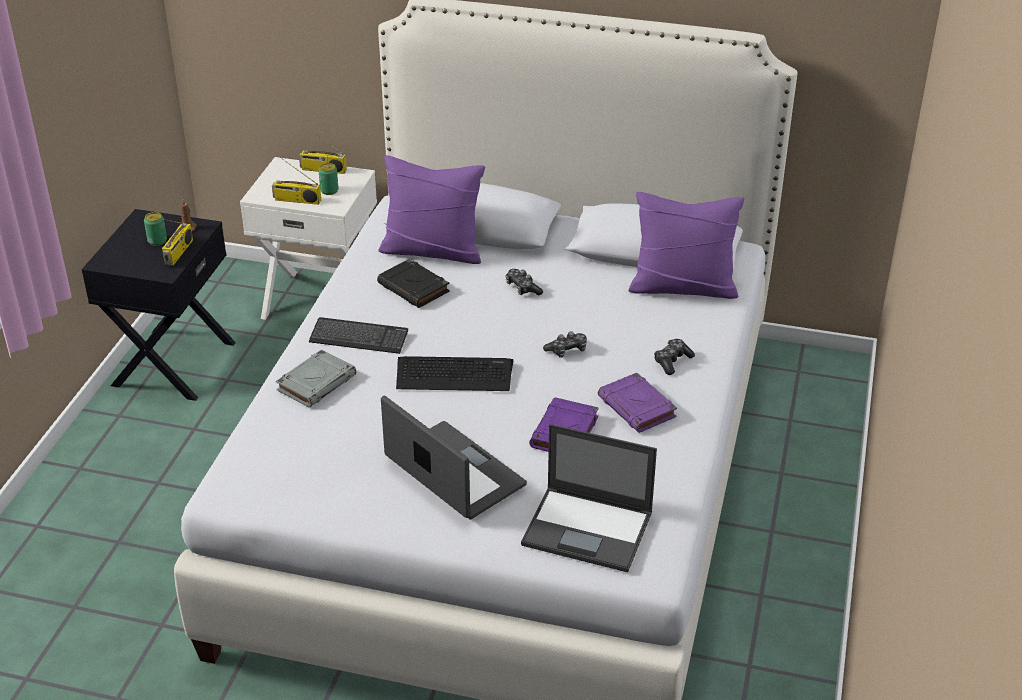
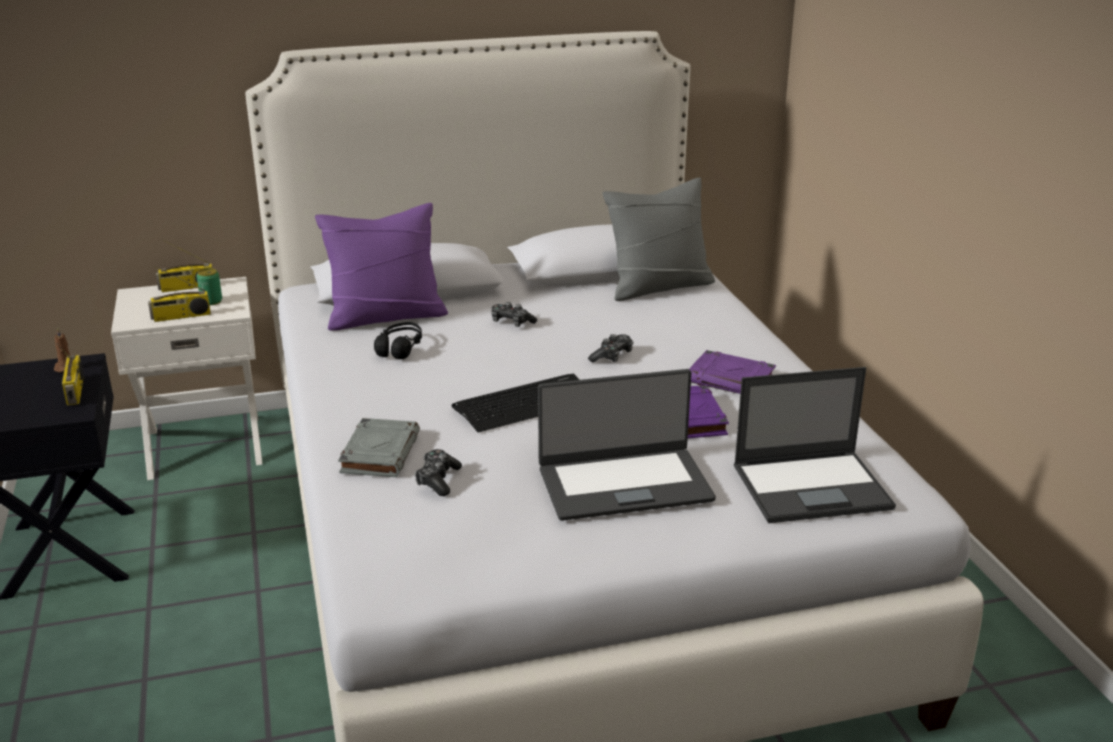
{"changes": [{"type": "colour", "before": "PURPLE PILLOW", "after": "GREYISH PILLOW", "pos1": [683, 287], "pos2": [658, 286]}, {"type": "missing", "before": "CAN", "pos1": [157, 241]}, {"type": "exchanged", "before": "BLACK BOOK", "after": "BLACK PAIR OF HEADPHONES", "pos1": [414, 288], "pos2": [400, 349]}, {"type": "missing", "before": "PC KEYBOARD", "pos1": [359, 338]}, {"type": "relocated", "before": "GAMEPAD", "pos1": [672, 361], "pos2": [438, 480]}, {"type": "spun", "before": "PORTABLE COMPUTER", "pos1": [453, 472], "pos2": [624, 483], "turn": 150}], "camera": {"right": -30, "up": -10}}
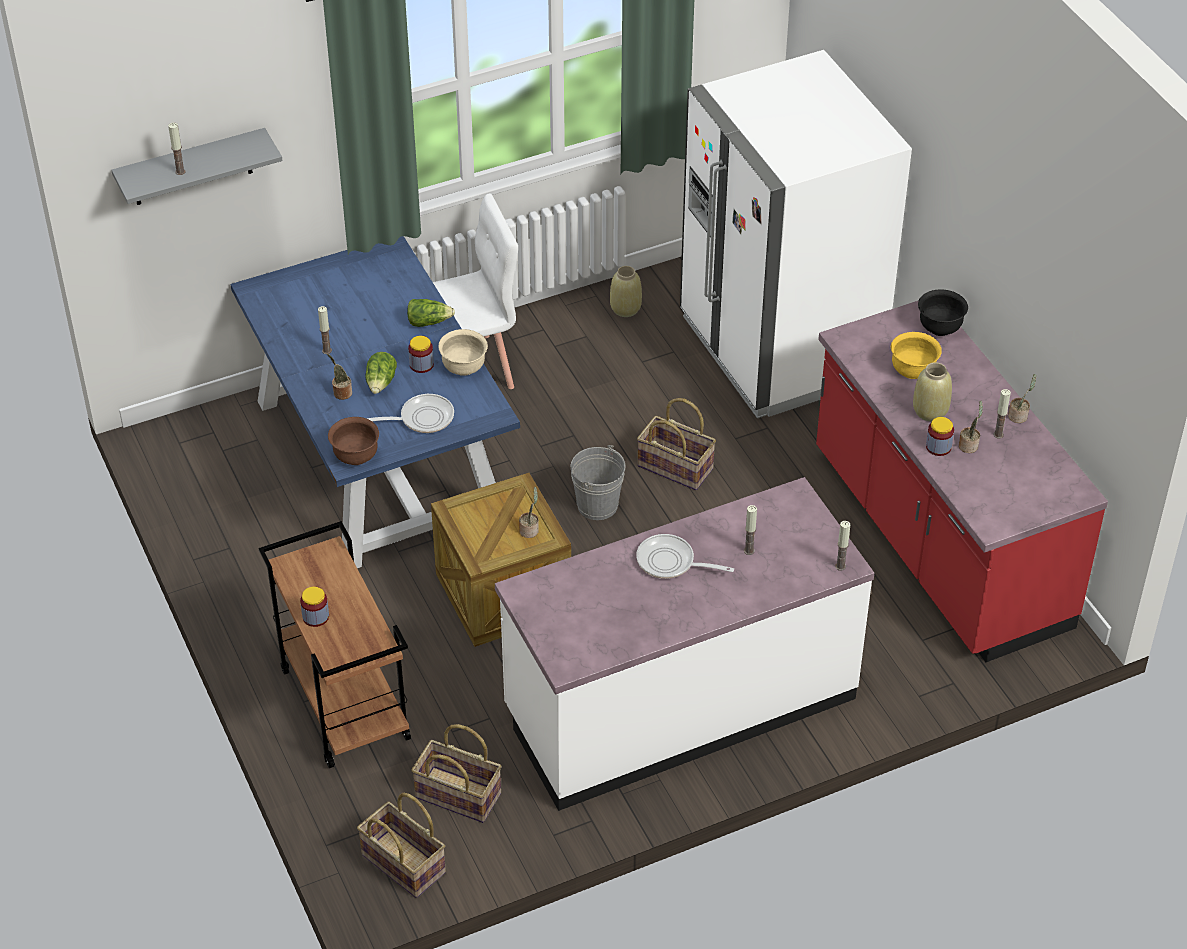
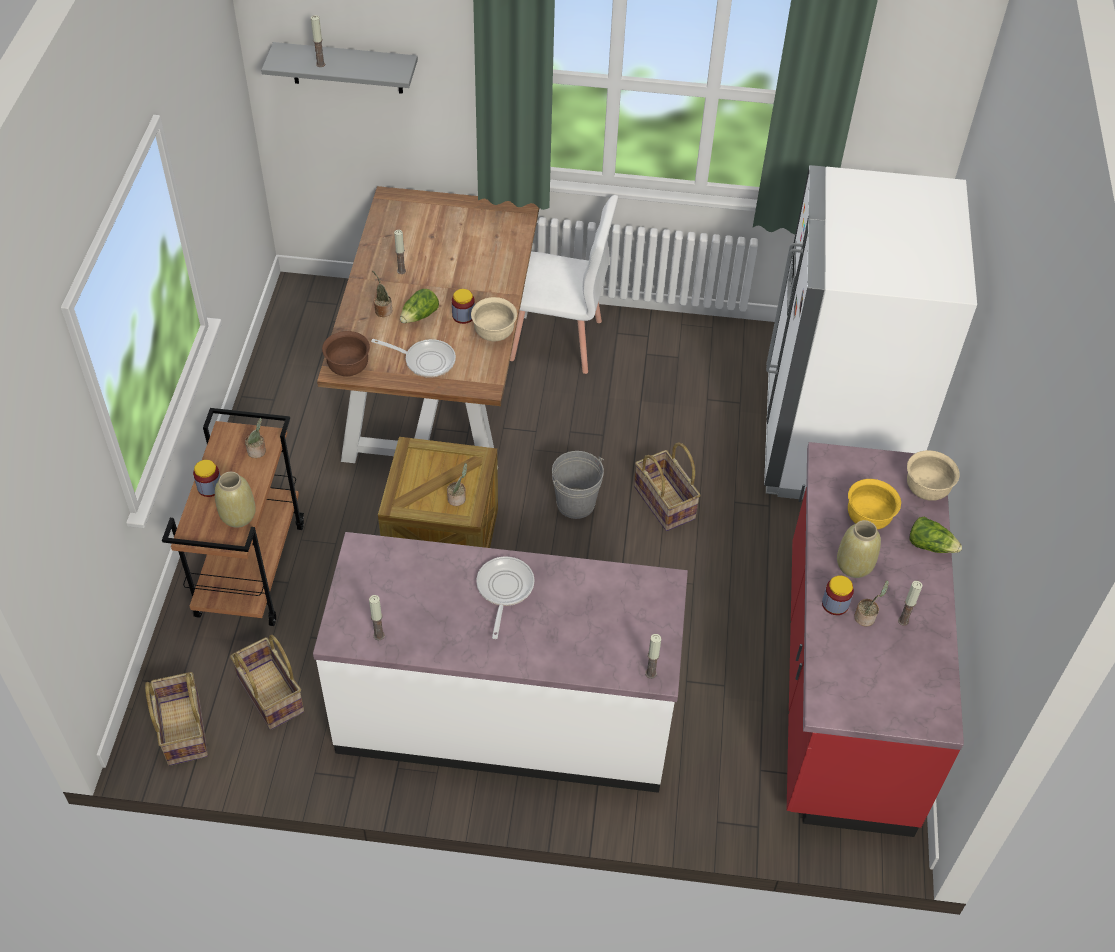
{"changes": [{"type": "colour", "before": "BLUE-COLOURED KITCHEN TABLE", "after": "BROWNISH KITCHEN TABLE", "pos1": [378, 457], "pos2": [439, 380]}, {"type": "relocated", "before": "BEIGE-COLOURED VASE", "pos1": [625, 309], "pos2": [237, 516]}, {"type": "colour", "before": "BLACK DEEP DISH", "after": "BEIGE-COLOURED DEEP DISH", "pos1": [939, 328], "pos2": [926, 490]}, {"type": "relocated", "before": "LETTUCE", "pos1": [428, 322], "pos2": [930, 545]}, {"type": "relocated", "before": "PLANT IN A POT", "pos1": [1019, 416], "pos2": [258, 451]}, {"type": "relocated", "before": "CANDLE", "pos1": [749, 551], "pos2": [379, 635]}, {"type": "spun", "before": "FRYING PAN", "pos1": [670, 562], "pos2": [504, 590], "turn": 45}], "camera": {"right": 30, "up": 5}}
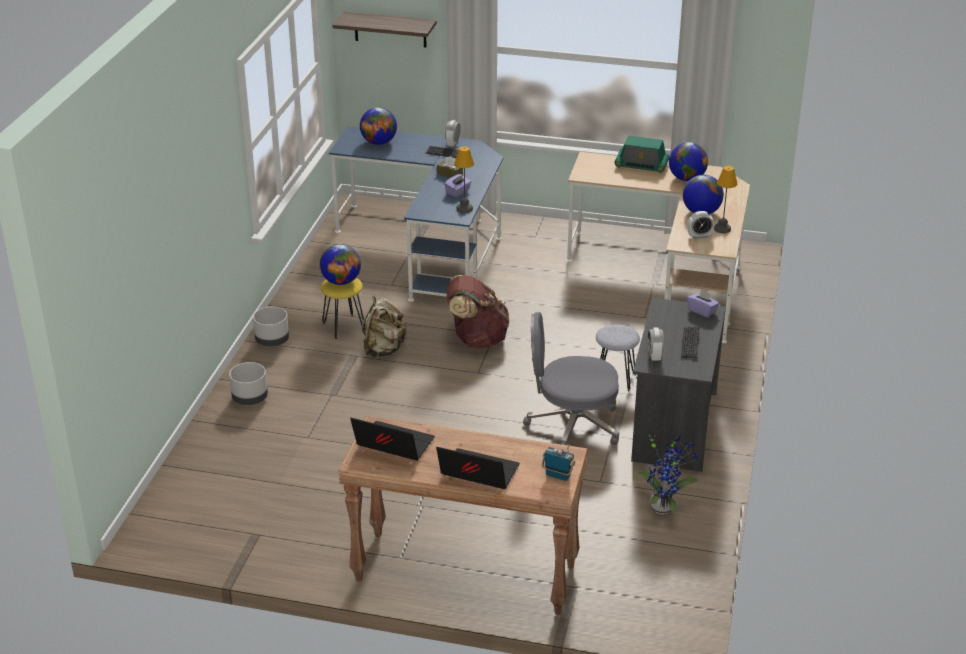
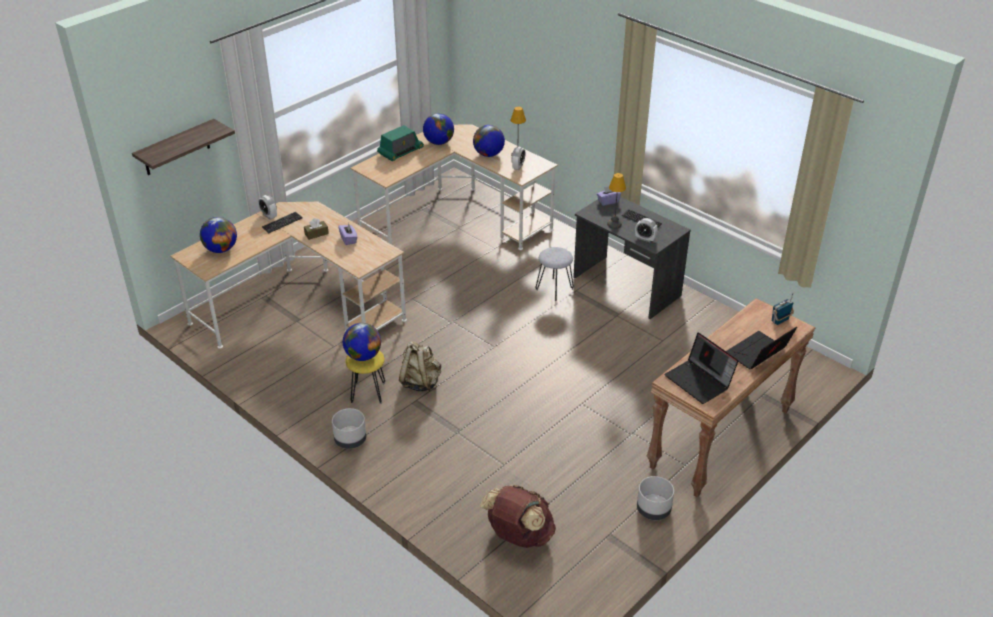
{"changes": [{"type": "colour", "before": "BLUE-COLOURED DESK TABLE", "after": "BEIGE-COLOURED DESK TABLE", "pos1": [431, 246], "pos2": [300, 306]}, {"type": "relocated", "before": "TABLE LAMP", "pos1": [464, 208], "pos2": [613, 224]}, {"type": "relocated", "before": "BROWNISH RUCKSACK", "pos1": [476, 339], "pos2": [519, 536]}, {"type": "missing", "before": "GREYISH COMPUTER CHAIR", "pos1": [571, 425]}, {"type": "relocated", "before": "GREYISH PLANTER", "pos1": [250, 398], "pos2": [653, 510]}, {"type": "spun", "before": "PORTABLE COMPUTER", "pos1": [392, 445], "pos2": [699, 381], "turn": -90}, {"type": "missing", "before": "PLANT IN A POT", "pos1": [664, 506]}], "camera": {"right": -60, "up": 5}}
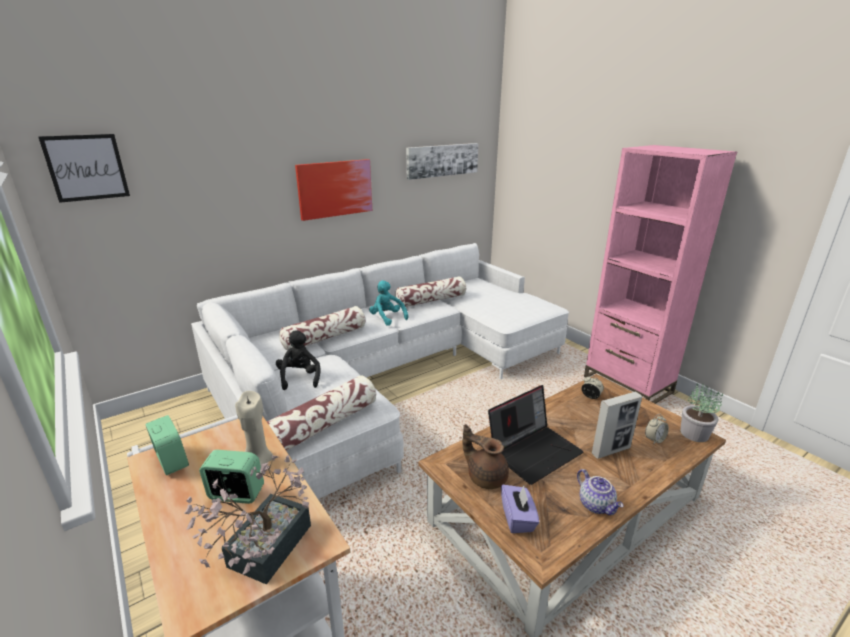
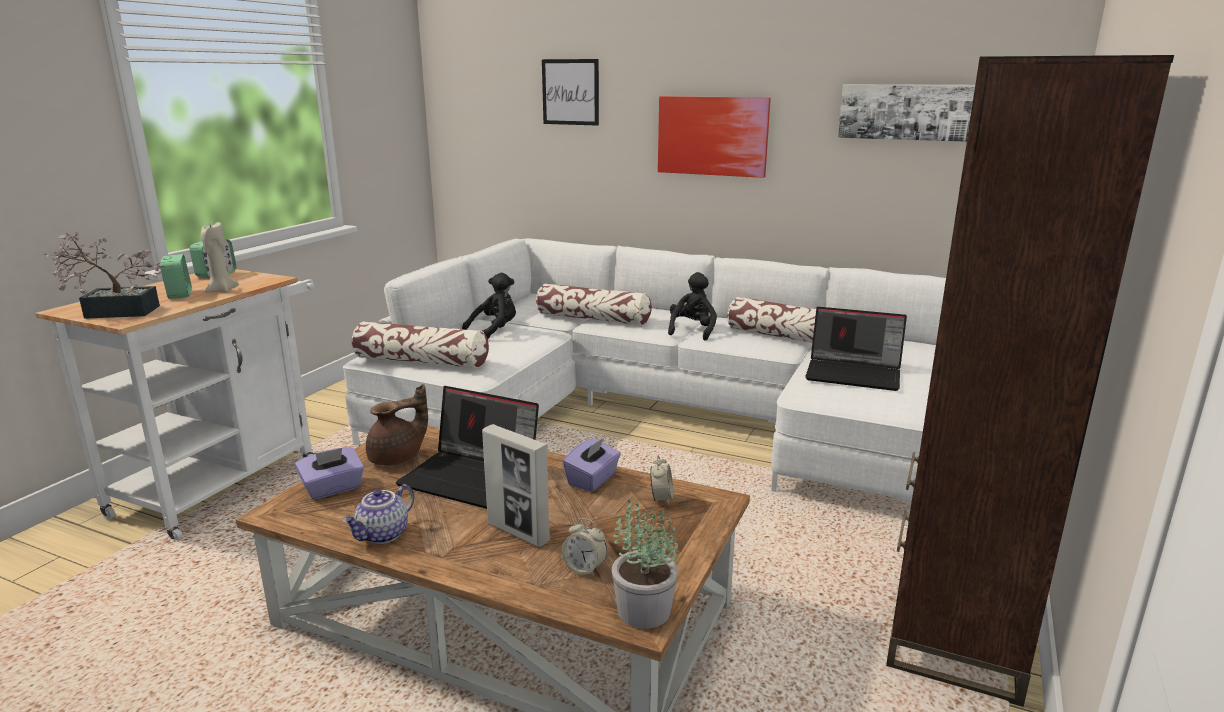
{"changes": [{"type": "relocated", "before": "WALL PICTURE", "pos1": [86, 167], "pos2": [570, 92]}, {"type": "colour", "before": "PINKISH BOOKCASE", "after": "BROWNISH BOOKCASE", "pos1": [627, 385], "pos2": [954, 630]}, {"type": "colour", "before": "BLUE-GREEN SOFT TOY", "after": "BLACK SOFT TOY", "pos1": [387, 318], "pos2": [692, 331]}, {"type": "spun", "before": "BROWNISH POT FOR TEA", "pos1": [486, 476], "pos2": [398, 458], "turn": 45}, {"type": "appeared", "after": "PORTABLE COMPUTER", "pos2": [854, 374]}, {"type": "appeared", "after": "PURPLE TISSUE HOLDER", "pos2": [592, 480]}], "camera": {"right": 60, "up": -5}}
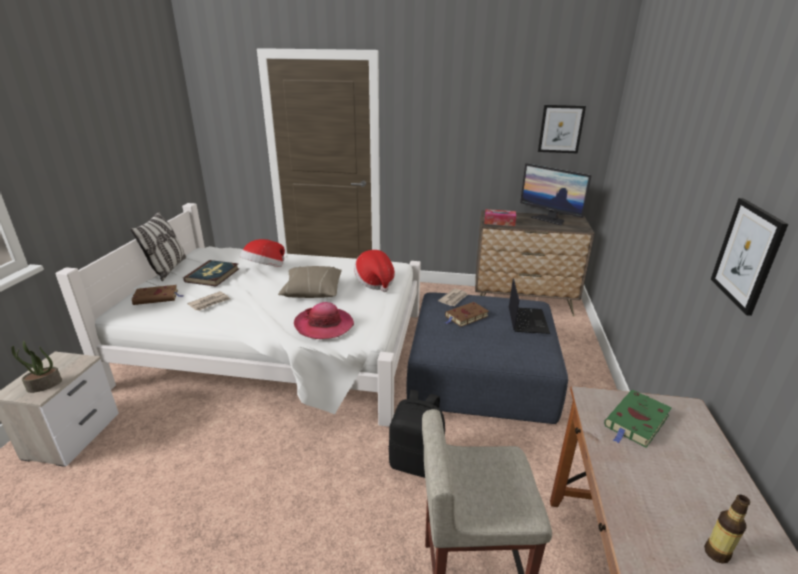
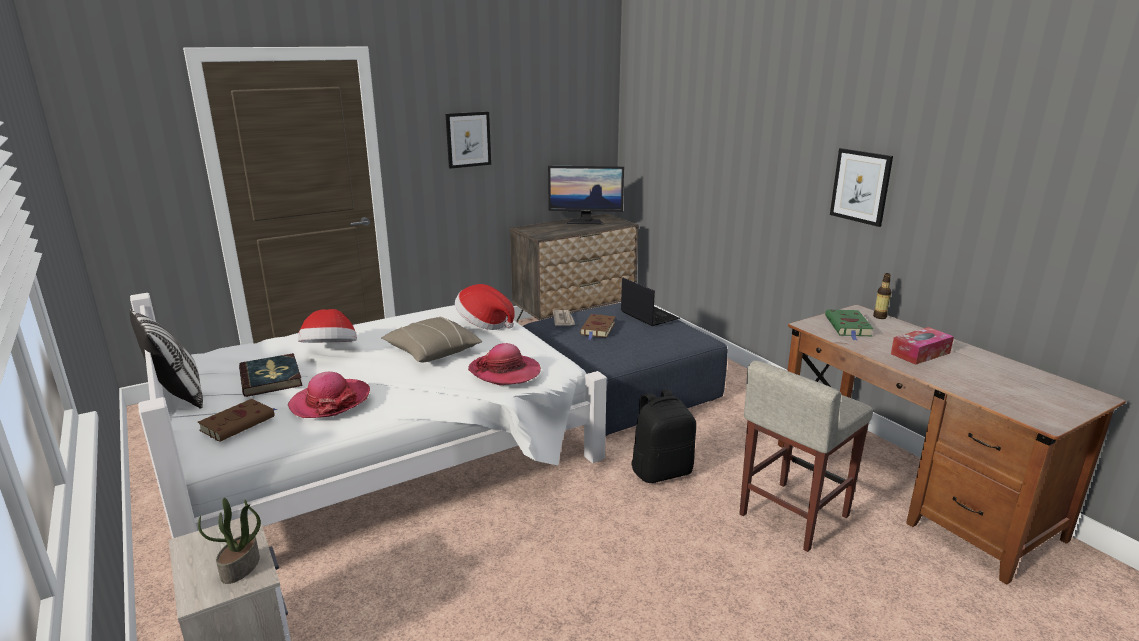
{"changes": [{"type": "relocated", "before": "WALL PICTURE", "pos1": [561, 129], "pos2": [468, 139]}, {"type": "relocated", "before": "TISSUE HOLDER", "pos1": [499, 222], "pos2": [920, 353]}, {"type": "exchanged", "before": "DAILY PAPER", "after": "WEARABLE HAT", "pos1": [210, 303], "pos2": [330, 401]}, {"type": "relocated", "before": "BOTTLE", "pos1": [716, 553], "pos2": [879, 317]}], "camera": {"right": -40, "up": -5}}
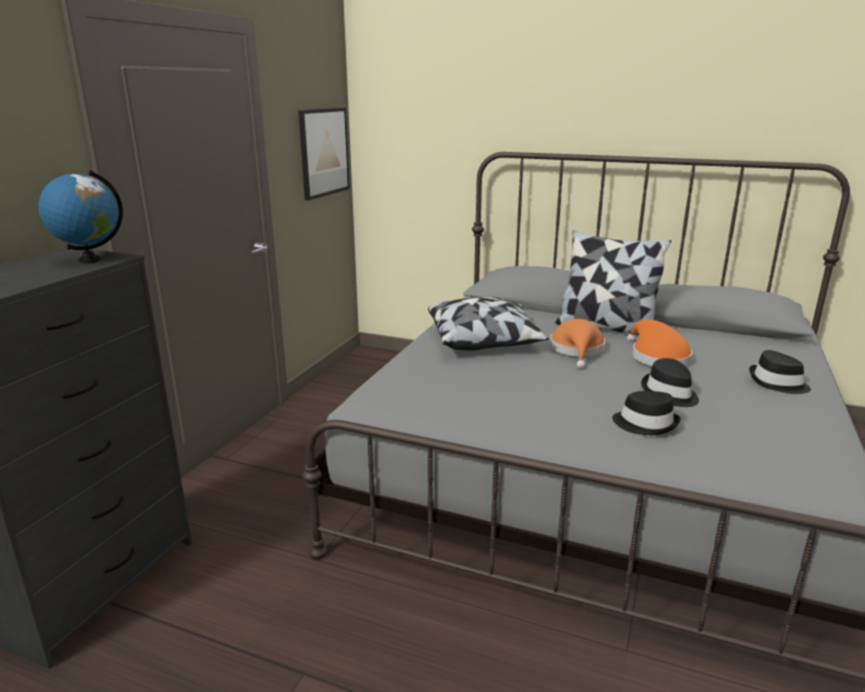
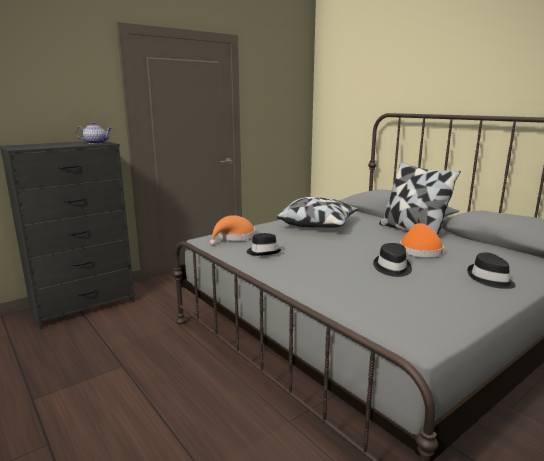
{"changes": [{"type": "missing", "before": "WALL PICTURE", "pos1": [324, 152]}, {"type": "exchanged", "before": "WORLD GLOBE", "after": "POT FOR TEA", "pos1": [89, 260], "pos2": [96, 143]}, {"type": "relocated", "before": "ORANGE WEARABLE HAT", "pos1": [577, 350], "pos2": [234, 237]}, {"type": "relocated", "before": "BLACK WEARABLE HAT", "pos1": [645, 423], "pos2": [263, 252]}], "camera": {"right": 30, "up": -5}}
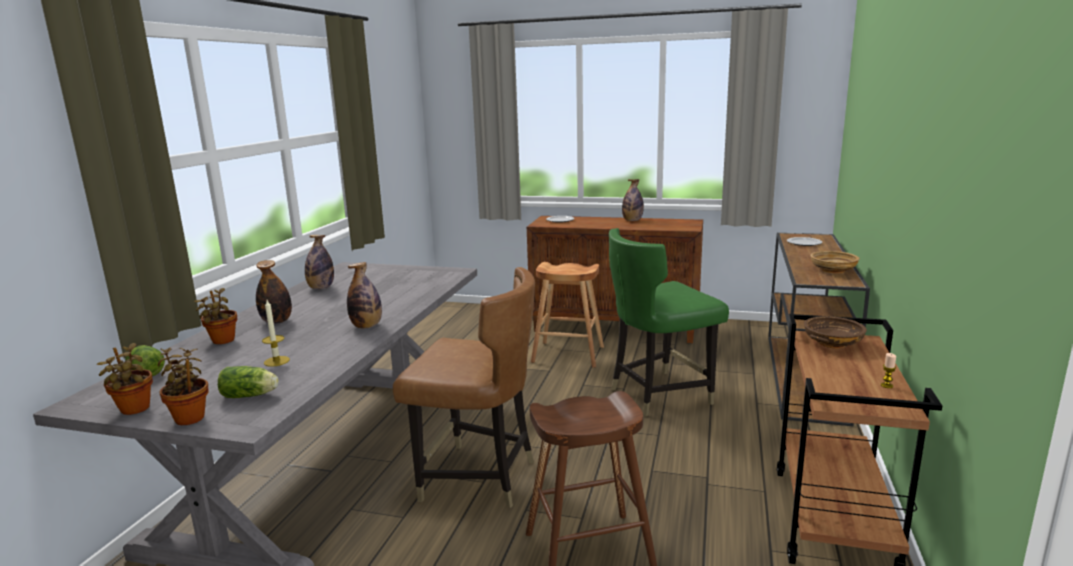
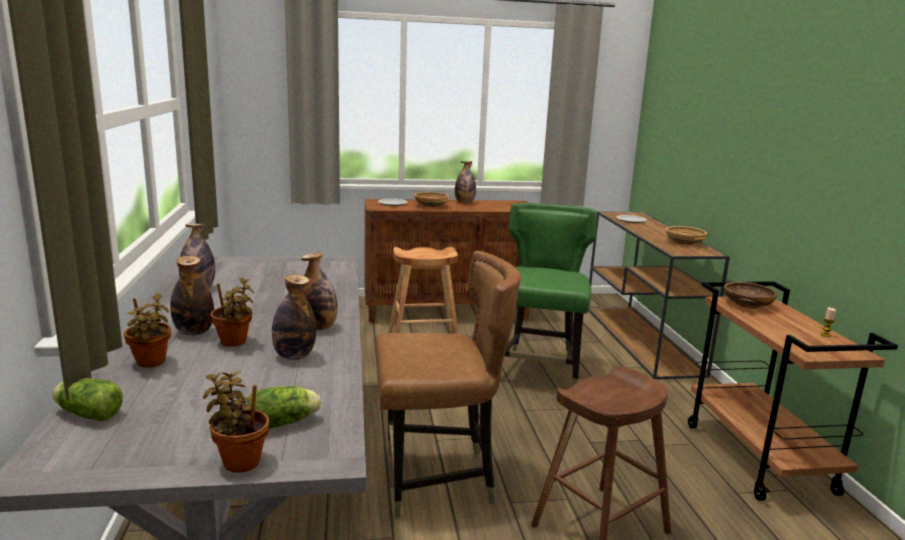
{"changes": [{"type": "spun", "before": "GREEN-COLOURED UPRIGHT CHAIR", "pos1": [659, 394], "pos2": [538, 370], "turn": 150}, {"type": "missing", "before": "CANDLE", "pos1": [276, 361]}, {"type": "relocated", "before": "PLANT IN A POT", "pos1": [134, 410], "pos2": [234, 343]}, {"type": "appeared", "after": "BEIGE-COLOURED DEEP DISH", "pos2": [431, 206]}, {"type": "appeared", "after": "BOTTLE", "pos2": [294, 356]}], "camera": {"right": -25, "up": 0}}
